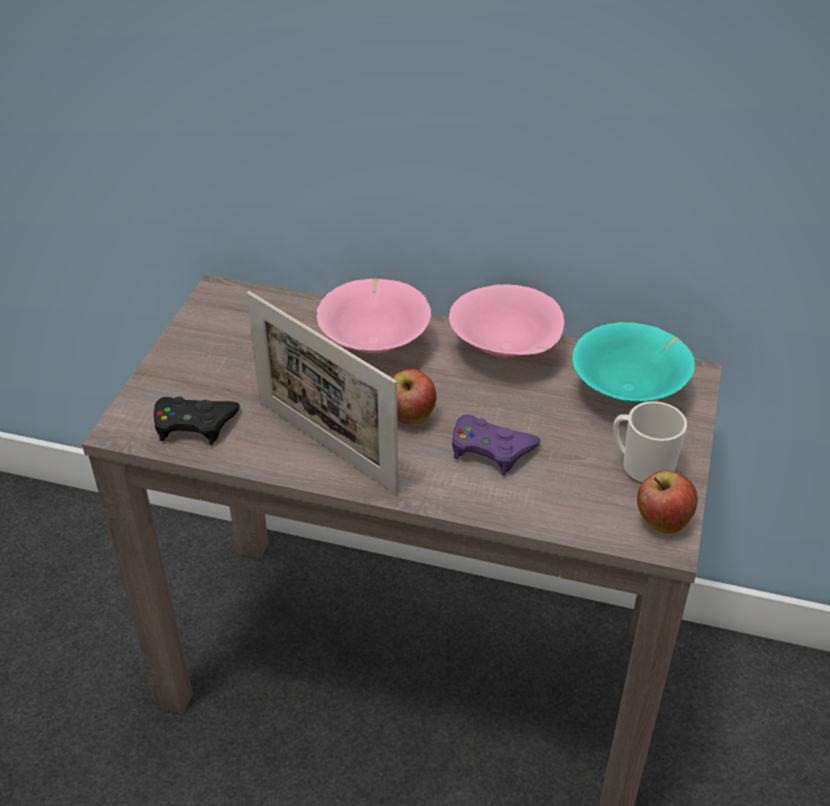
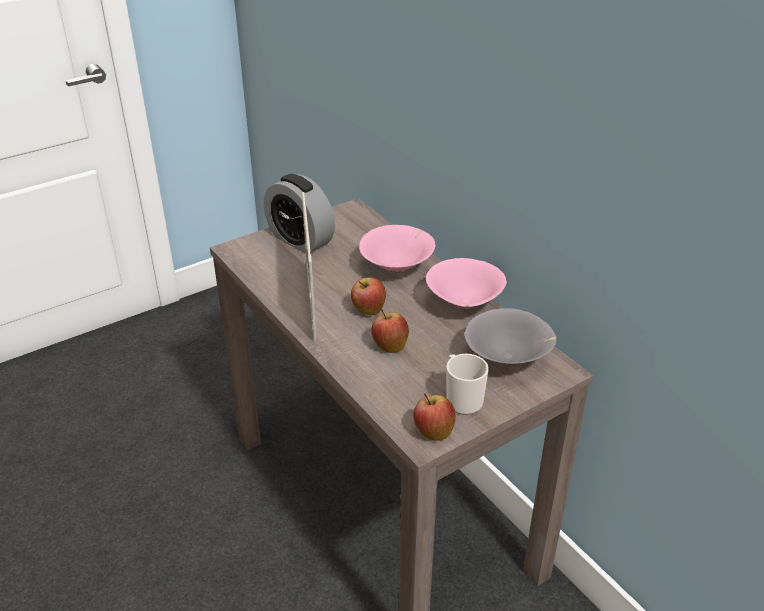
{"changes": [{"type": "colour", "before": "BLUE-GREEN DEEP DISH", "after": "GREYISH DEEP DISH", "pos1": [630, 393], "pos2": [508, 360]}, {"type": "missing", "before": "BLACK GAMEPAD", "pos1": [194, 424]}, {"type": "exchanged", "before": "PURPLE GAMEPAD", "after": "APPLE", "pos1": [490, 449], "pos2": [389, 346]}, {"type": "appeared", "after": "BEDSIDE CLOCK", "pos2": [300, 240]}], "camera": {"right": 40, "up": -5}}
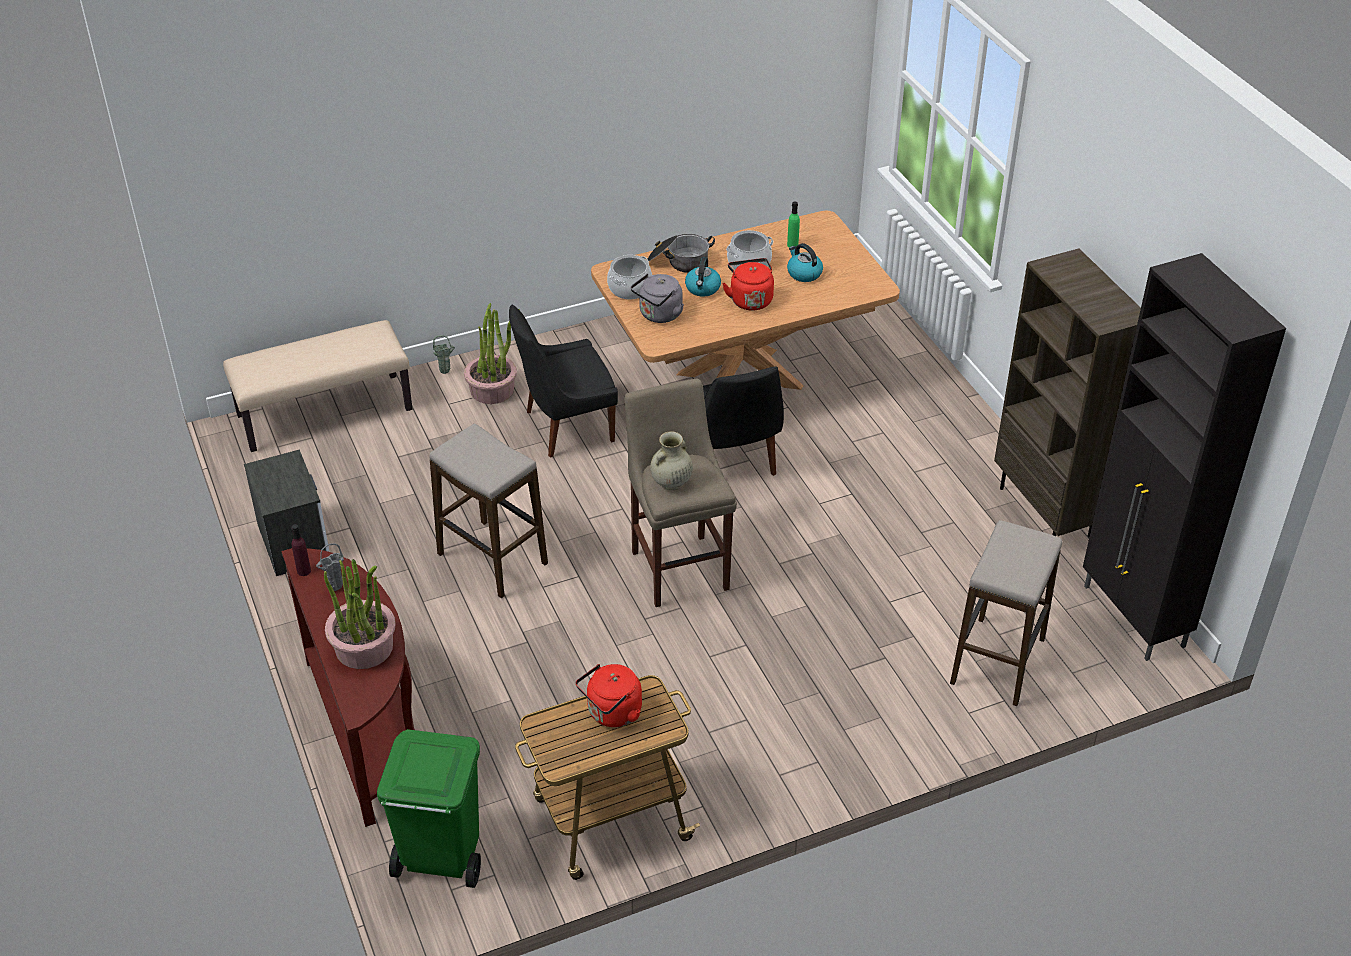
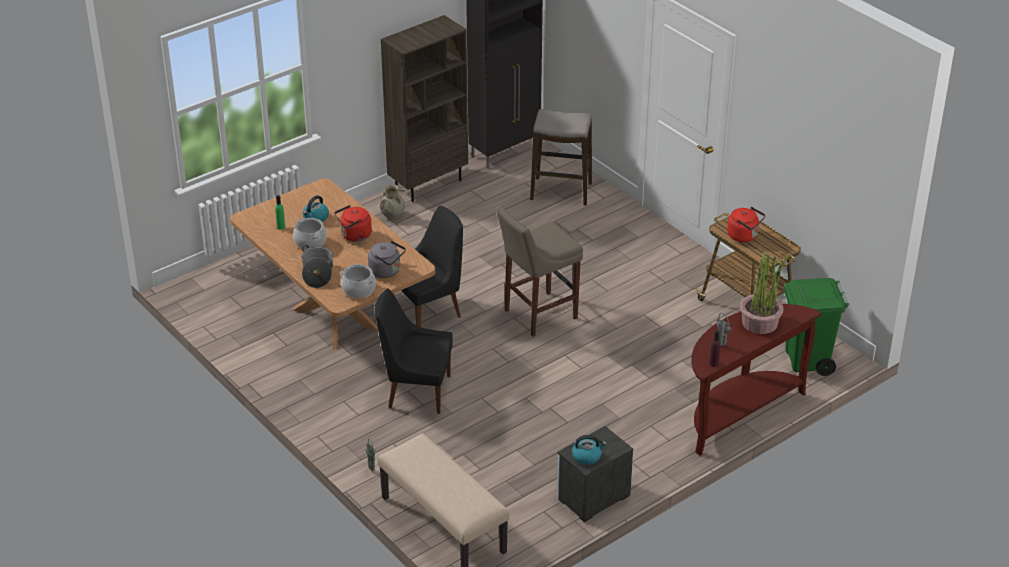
{"changes": [{"type": "relocated", "before": "WATER KETTLE", "pos1": [703, 288], "pos2": [587, 456]}, {"type": "missing", "before": "PLANT IN A POT", "pos1": [492, 390]}, {"type": "spun", "before": "BLACK UPRIGHT CHAIR", "pos1": [566, 427], "pos2": [416, 391], "turn": 135}, {"type": "missing", "before": "SITTING STOOL", "pos1": [492, 559]}, {"type": "relocated", "before": "BEIGE-COLOURED VASE", "pos1": [671, 483], "pos2": [393, 216]}], "camera": {"right": -105, "up": -5}}
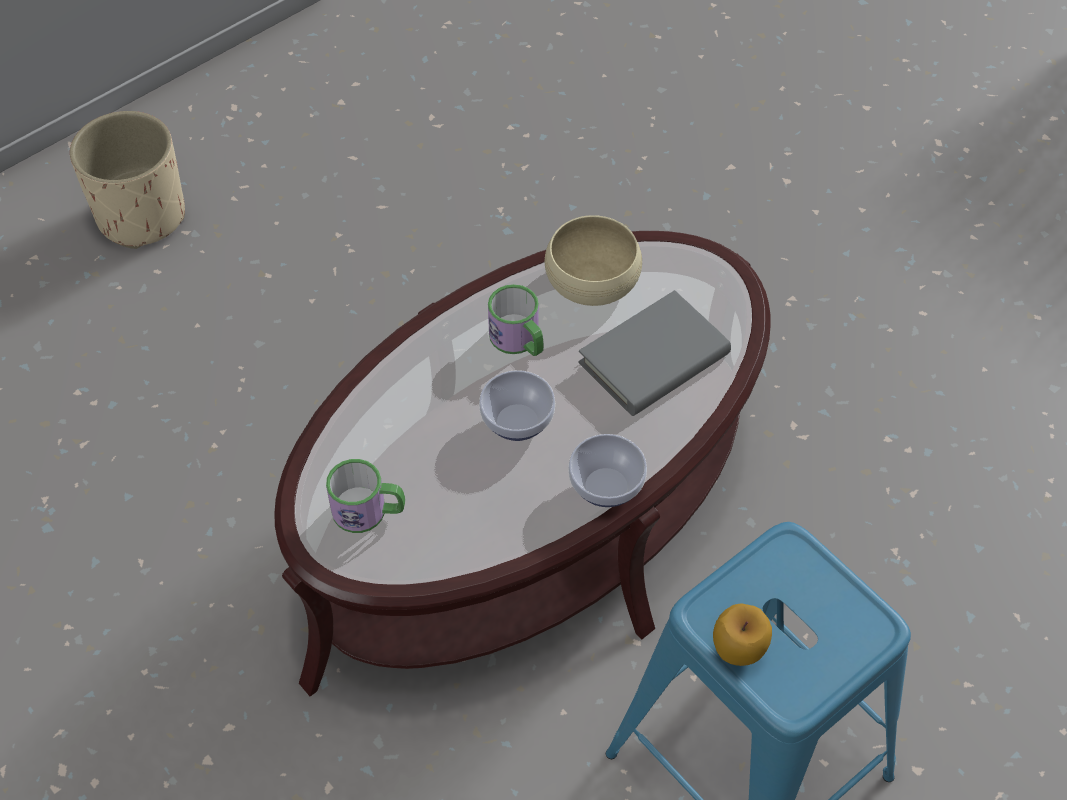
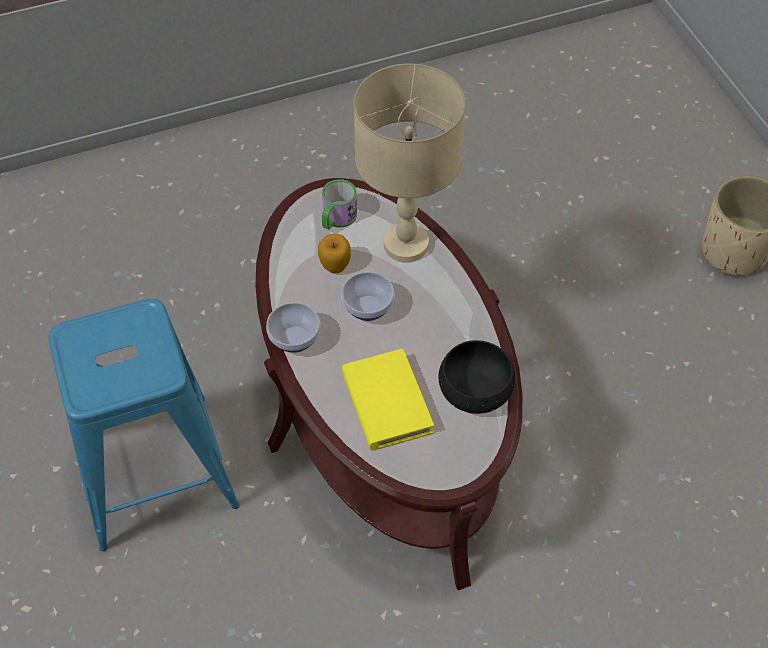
{"changes": [{"type": "colour", "before": "BEIGE-COLOURED DEEP DISH", "after": "BLACK DEEP DISH", "pos1": [592, 280], "pos2": [475, 389]}, {"type": "missing", "before": "MUG", "pos1": [519, 341]}, {"type": "colour", "before": "GREYISH BOOK", "after": "YELLOW BOOK", "pos1": [654, 359], "pos2": [386, 402]}, {"type": "relocated", "before": "APPLE", "pos1": [737, 653], "pos2": [335, 266]}, {"type": "appeared", "after": "BEIGE-COLOURED TABLE LAMP", "pos2": [406, 244]}], "camera": {"right": 110, "up": 0}}
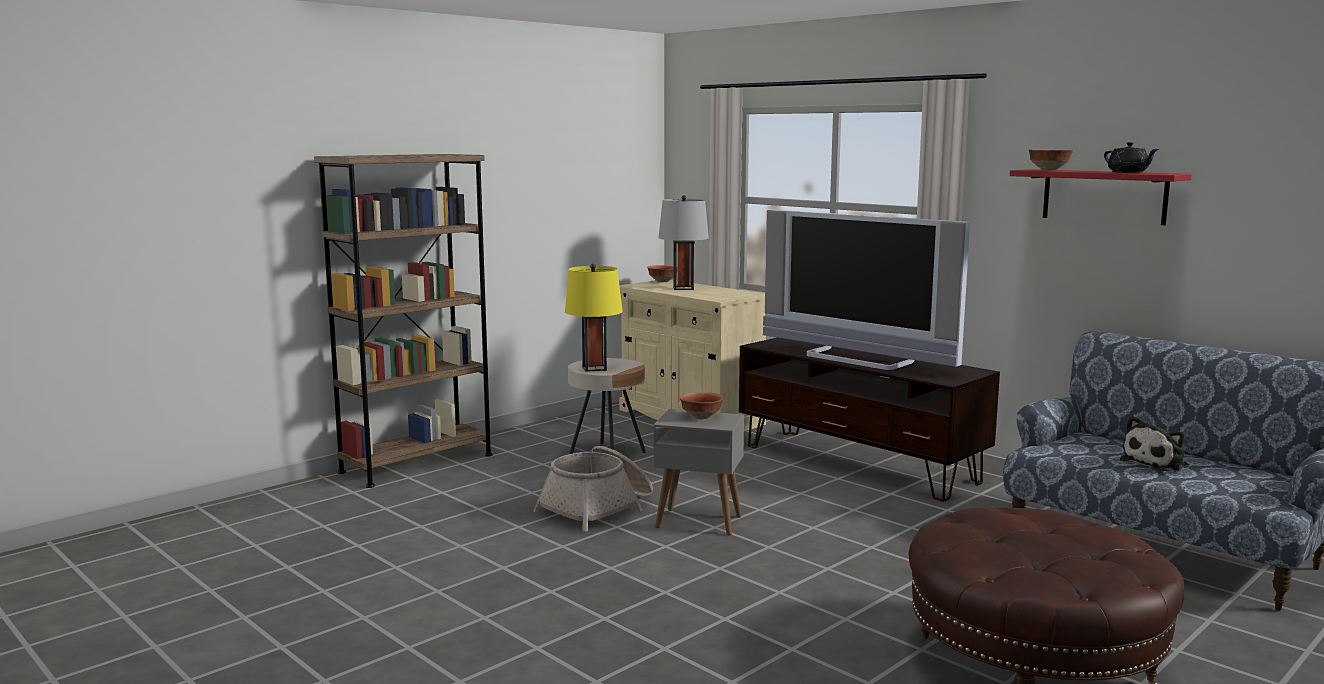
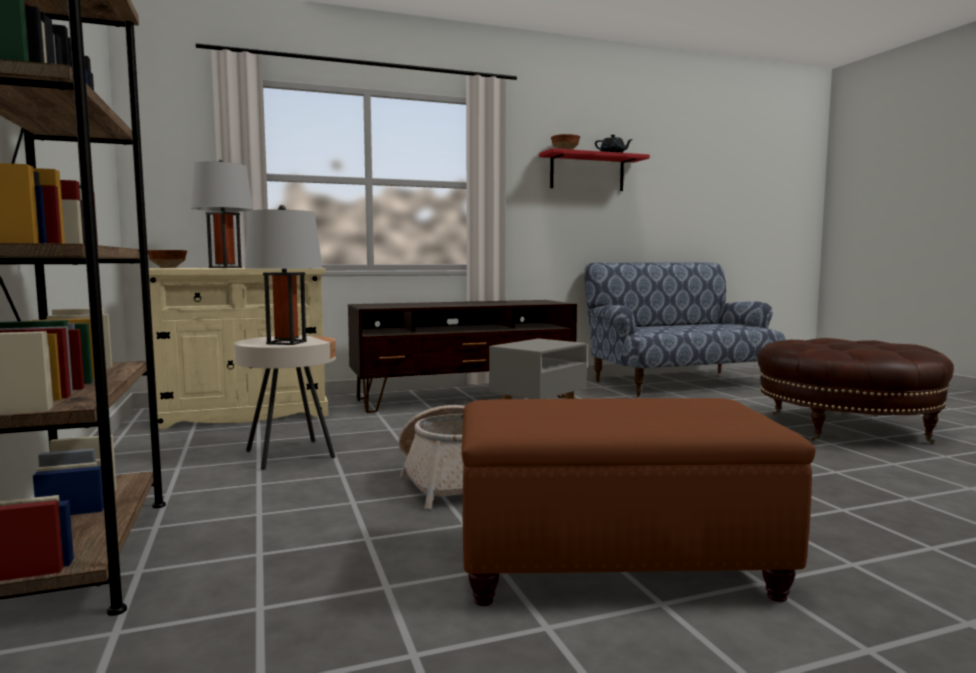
{"changes": [{"type": "missing", "before": "TV SET", "pos1": [857, 359]}, {"type": "colour", "before": "YELLOW TABLE LAMP", "after": "GREYISH TABLE LAMP", "pos1": [594, 368], "pos2": [287, 342]}, {"type": "missing", "before": "DEEP DISH", "pos1": [700, 417]}, {"type": "missing", "before": "SOFT TOY", "pos1": [1157, 463]}, {"type": "appeared", "after": "BROWNISH FOOTREST", "pos2": [612, 564]}], "camera": {"right": -65, "up": -5}}
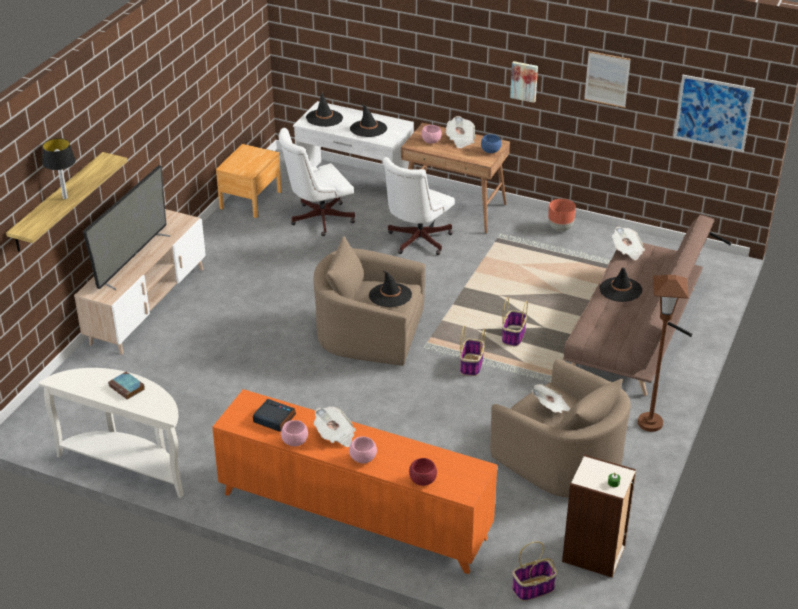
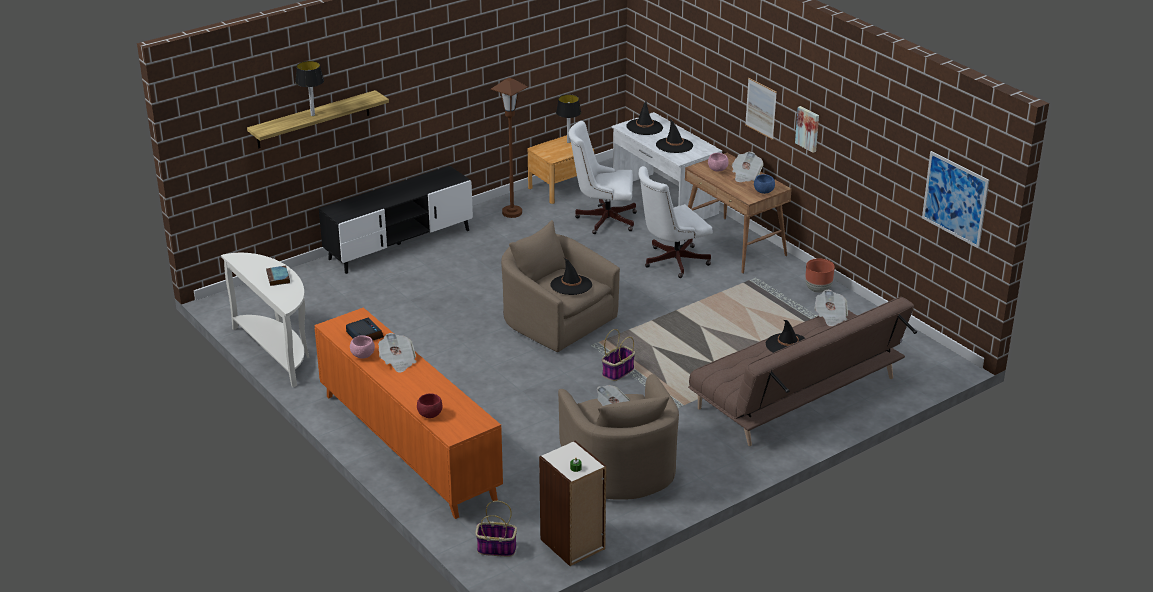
{"changes": [{"type": "relocated", "before": "WALL PICTURE", "pos1": [607, 79], "pos2": [761, 108]}, {"type": "missing", "before": "TV SET", "pos1": [132, 259]}, {"type": "colour", "before": "BEIGE-COLOURED TV UNIT", "after": "BLACK TV UNIT", "pos1": [148, 305], "pos2": [399, 244]}, {"type": "relocated", "before": "BROWNISH FLOOR LAMP", "pos1": [650, 423], "pos2": [512, 213]}, {"type": "missing", "before": "HOUSEHOLD BASKET", "pos1": [513, 335]}, {"type": "missing", "before": "PINKISH DEEP DISH", "pos1": [363, 459]}, {"type": "appeared", "after": "TABLE LAMP", "pos2": [568, 142]}], "camera": {"right": 30, "up": -5}}
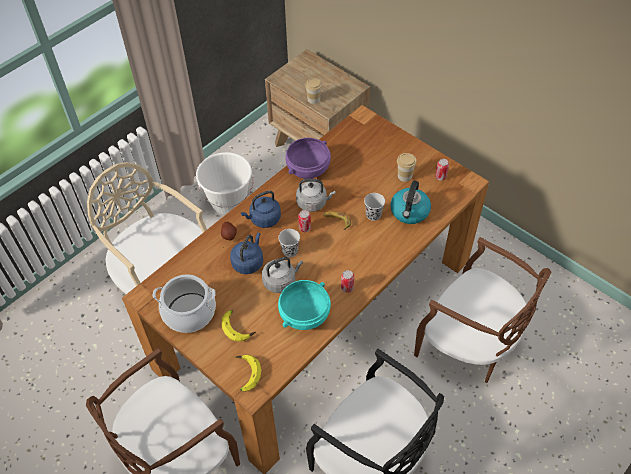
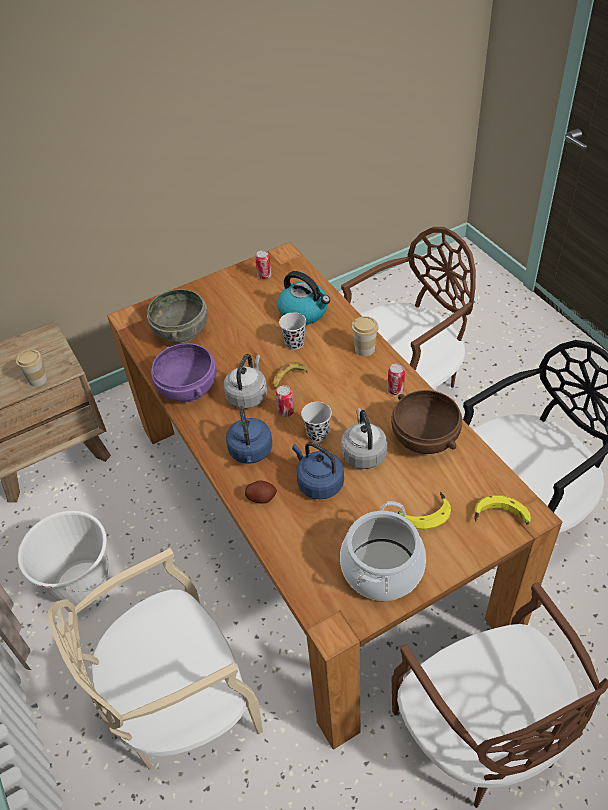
{"changes": [{"type": "relocated", "before": "CUP", "pos1": [404, 176], "pos2": [364, 349]}, {"type": "colour", "before": "BLUE-GREEN DEEP DISH", "after": "BROWNISH DEEP DISH", "pos1": [305, 316], "pos2": [425, 438]}, {"type": "appeared", "after": "GREYISH DEEP DISH", "pos2": [182, 332]}], "camera": {"right": -70, "up": -5}}
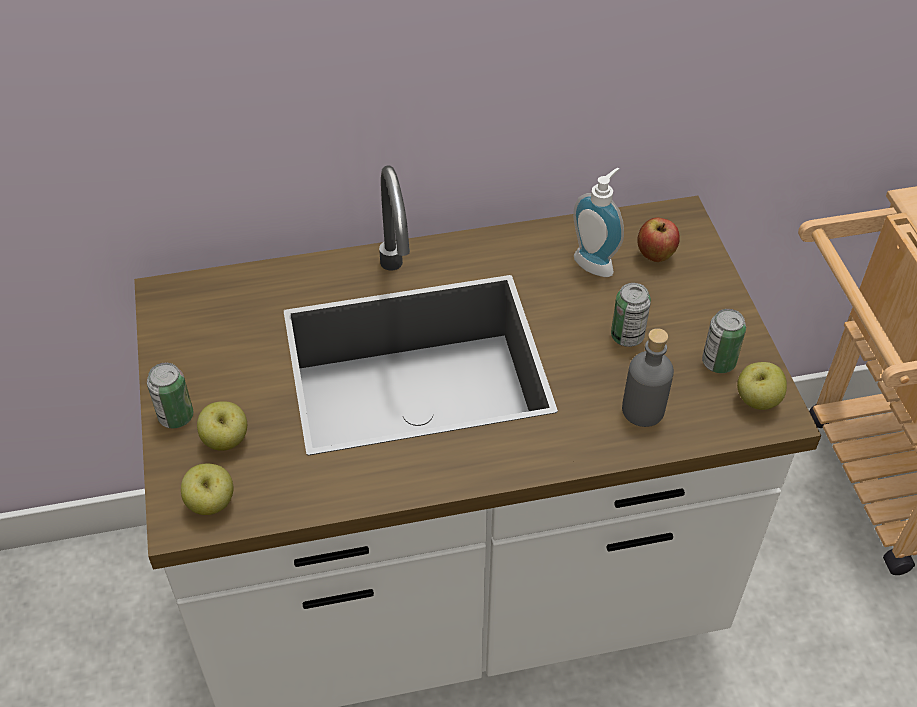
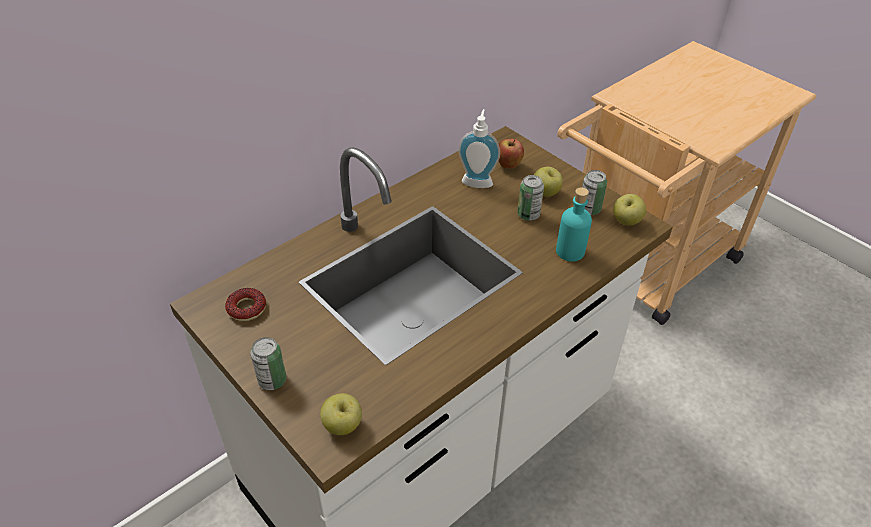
{"changes": [{"type": "colour", "before": "GREYISH BOTTLE", "after": "BLUE-GREEN BOTTLE", "pos1": [643, 410], "pos2": [570, 251]}, {"type": "relocated", "before": "APPLE", "pos1": [226, 441], "pos2": [545, 193]}, {"type": "appeared", "after": "RING DOUGHNUT", "pos2": [246, 308]}], "camera": {"right": -30, "up": -5}}
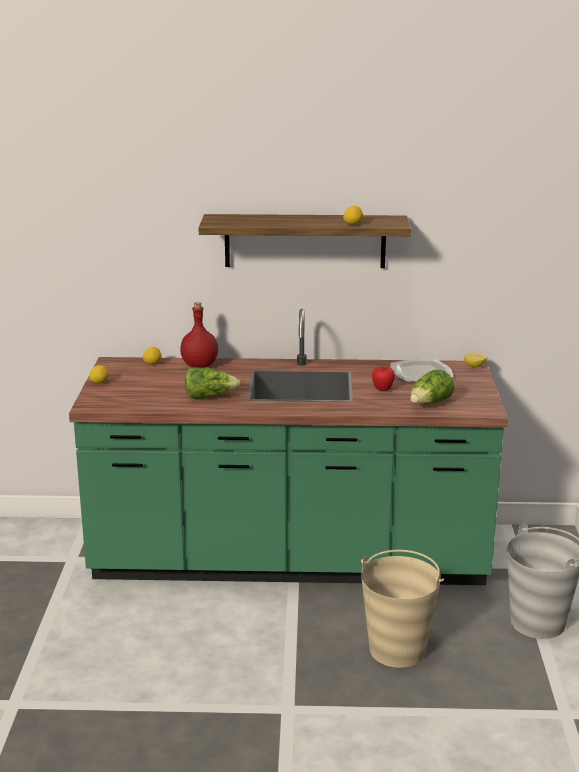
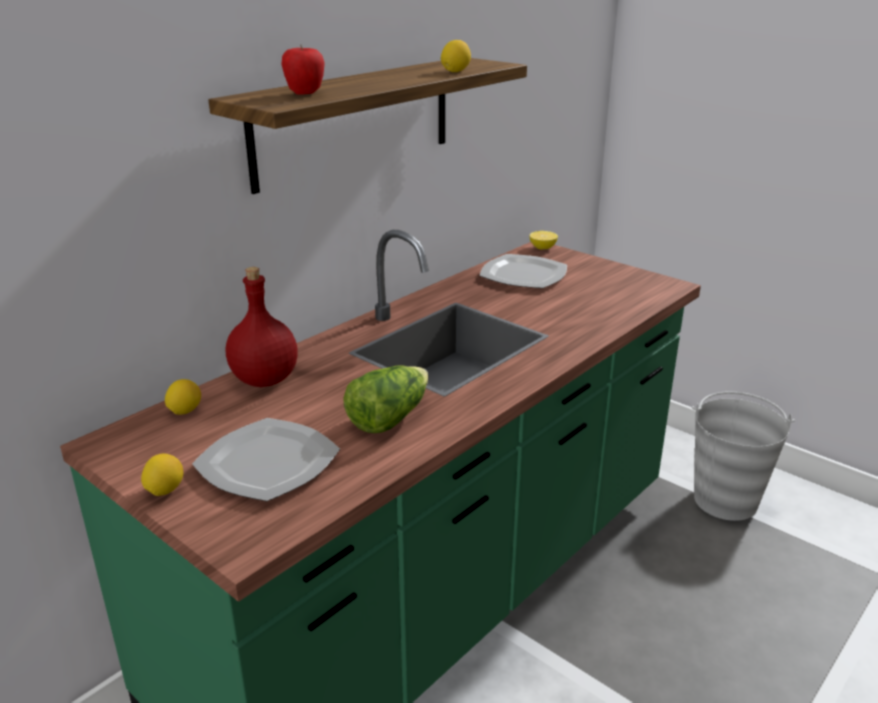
{"changes": [{"type": "relocated", "before": "APPLE", "pos1": [382, 389], "pos2": [305, 94]}, {"type": "missing", "before": "LETTUCE", "pos1": [430, 404]}, {"type": "missing", "before": "BEIGE-COLOURED PAIL", "pos1": [398, 650]}, {"type": "appeared", "after": "PLATE", "pos2": [269, 462]}], "camera": {"right": -50, "up": 5}}
